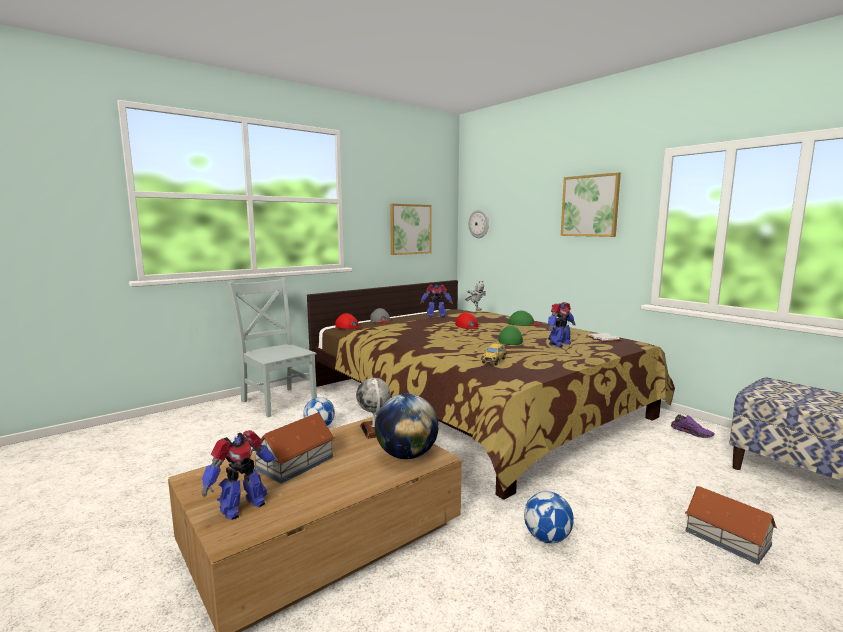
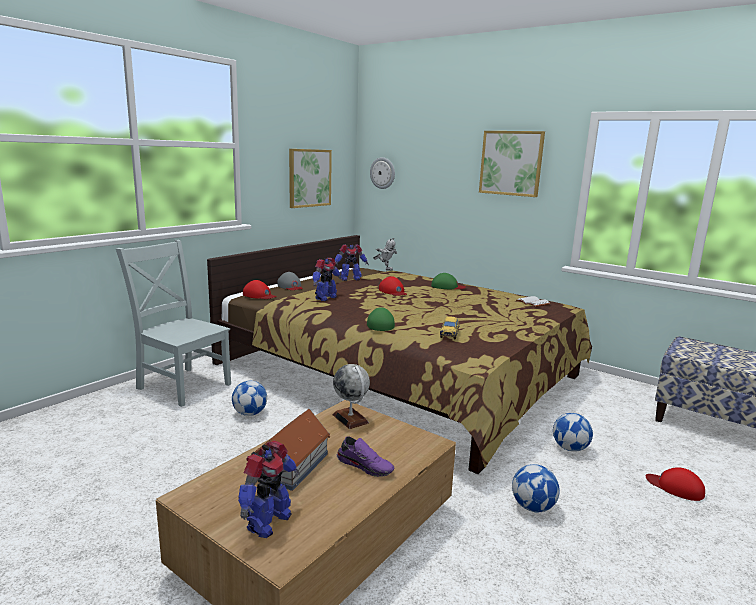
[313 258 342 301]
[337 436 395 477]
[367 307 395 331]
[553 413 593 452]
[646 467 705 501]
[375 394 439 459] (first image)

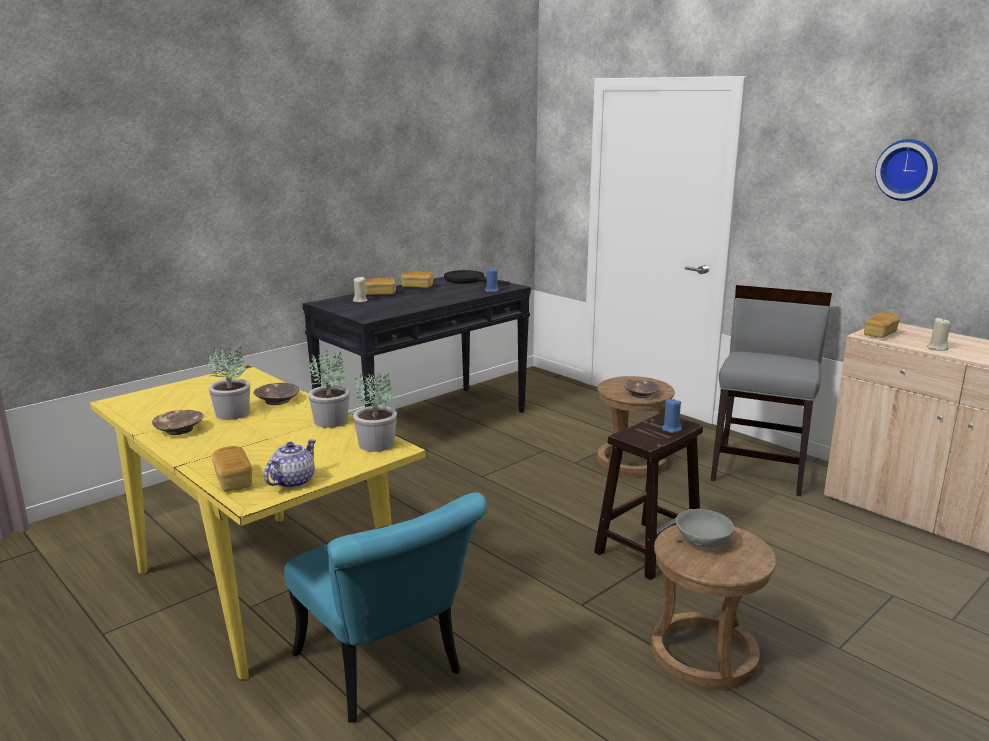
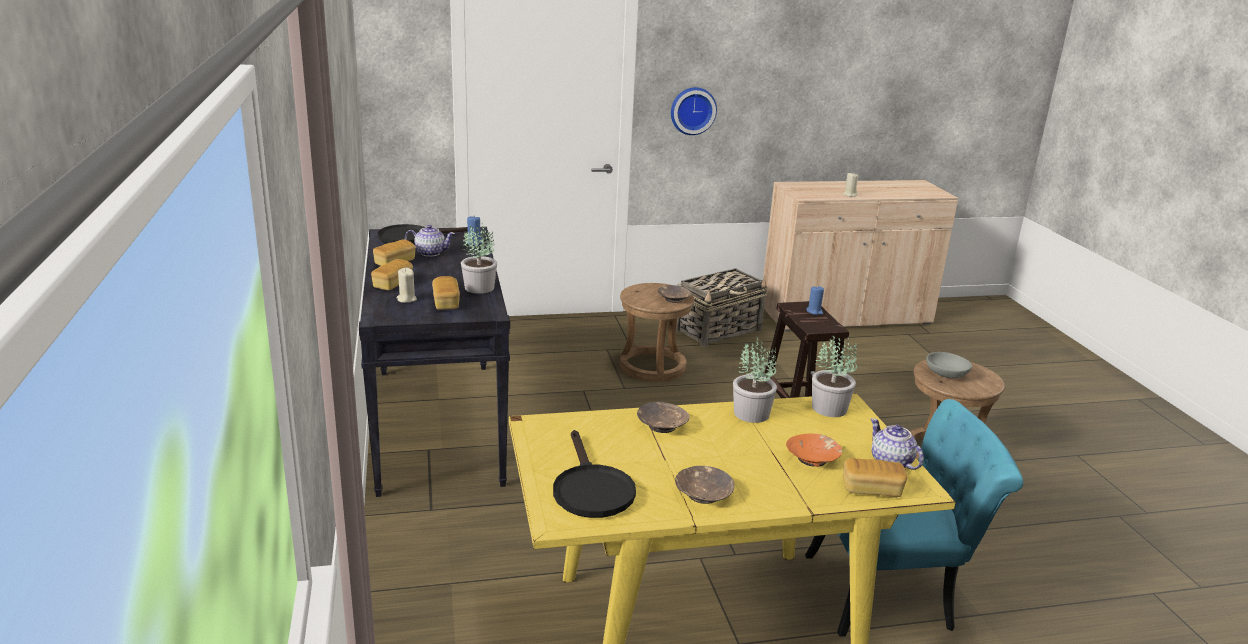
[405 225 455 257]
[432 276 460 310]
[461 223 497 294]
[553 430 636 518]
[671 87 717 135]
[676 268 768 347]
[786 434 842 467]

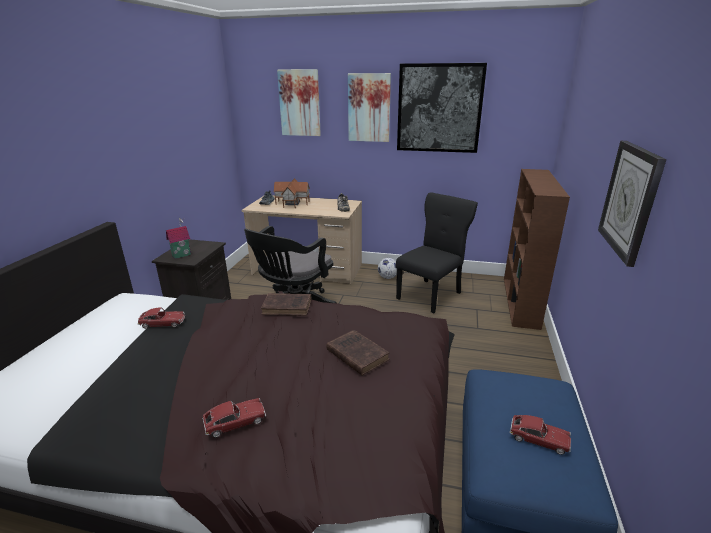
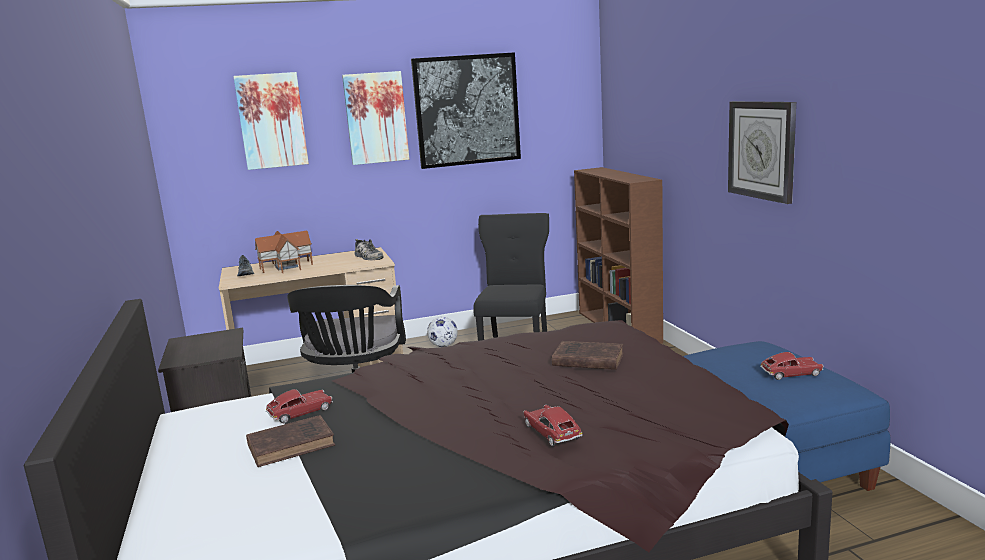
[246 415 335 467]
[523 405 582 447]
[166 218 191 259] (first image)

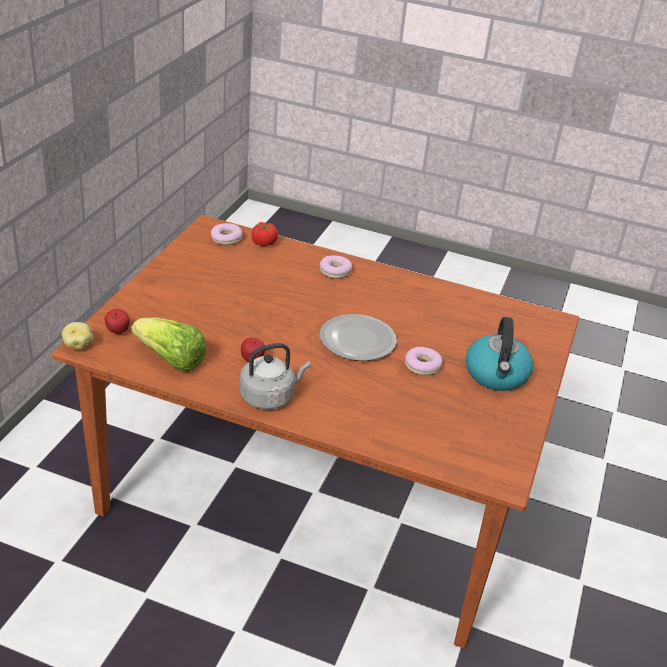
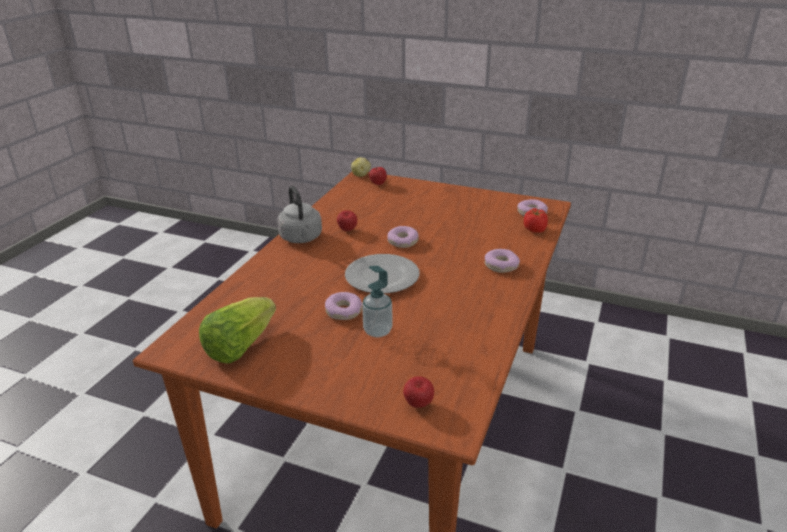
[199 297 276 363]
[362 266 393 337]
[387 226 419 248]
[403 376 434 408]
[466 317 534 391] (first image)

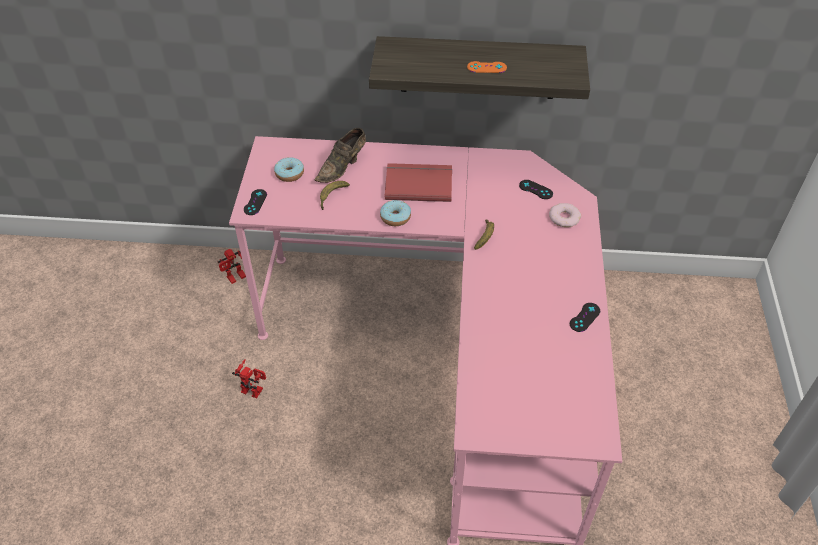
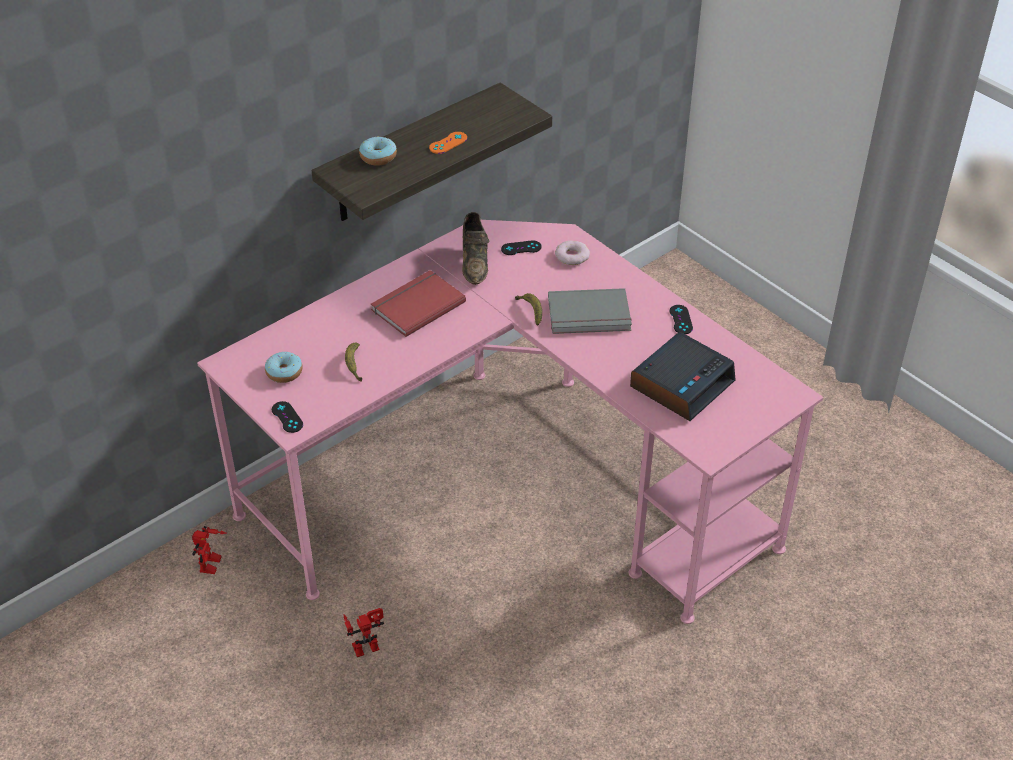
[359 136 397 165]
[462 212 490 285]
[548 288 632 334]
[630 332 736 421]

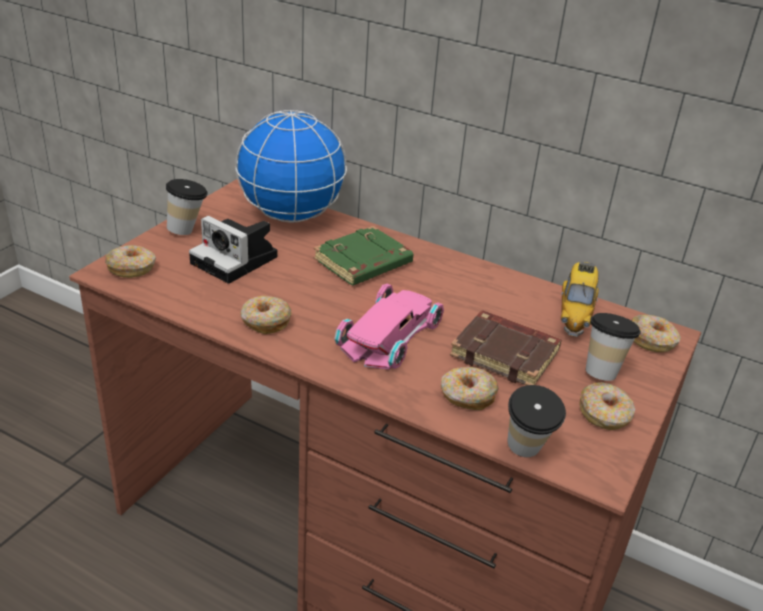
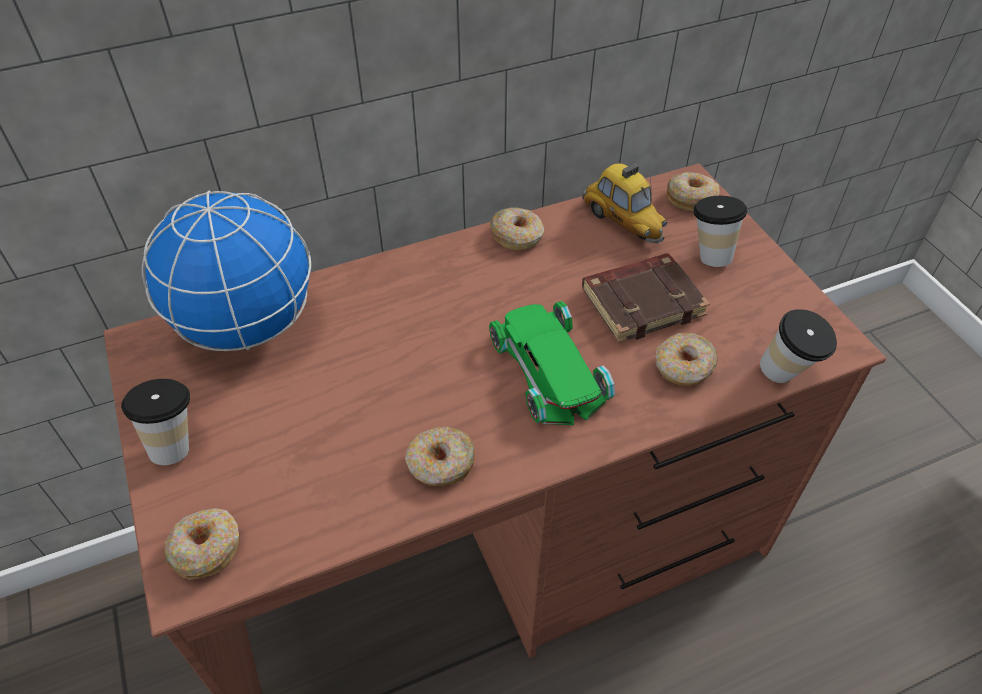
[489 301 615 425]
[490 207 544 250]
[189 216 277 284] (first image)
[313 226 414 285] (first image)

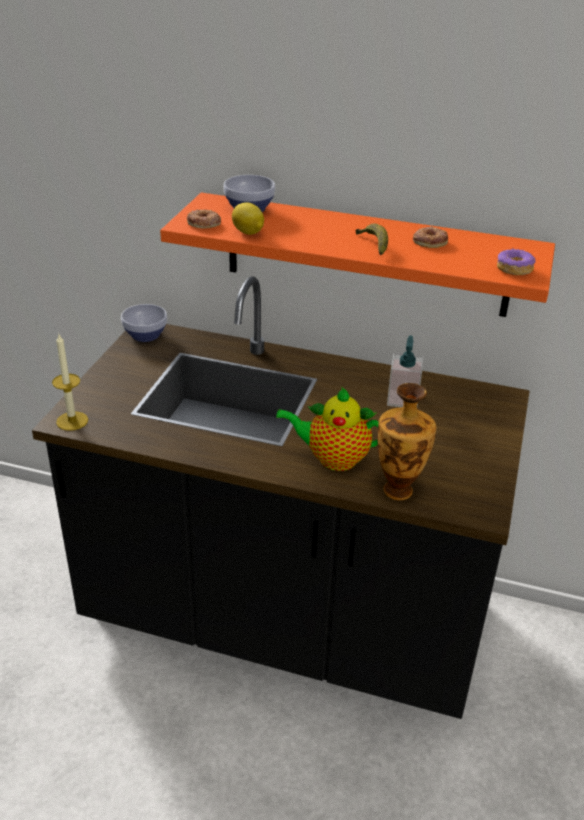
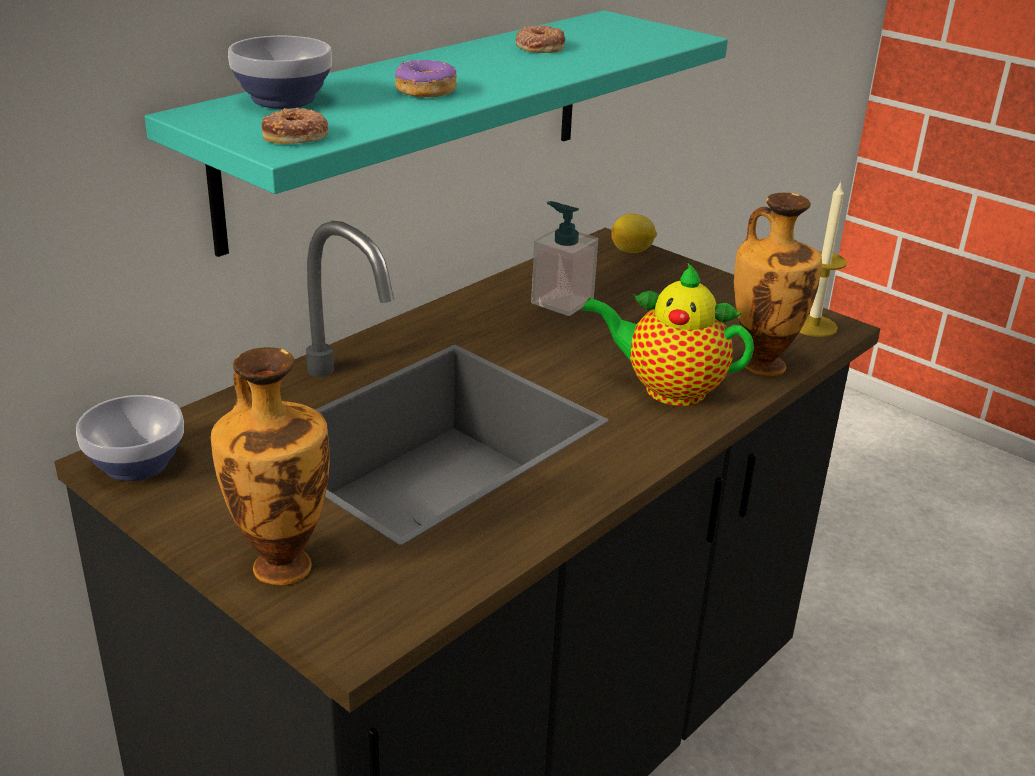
[145 10 728 257]
[211 347 329 586]
[395 60 457 98]
[582 263 754 406]
[611 214 657 253]
[799 181 847 337]
[356 223 388 255] (first image)

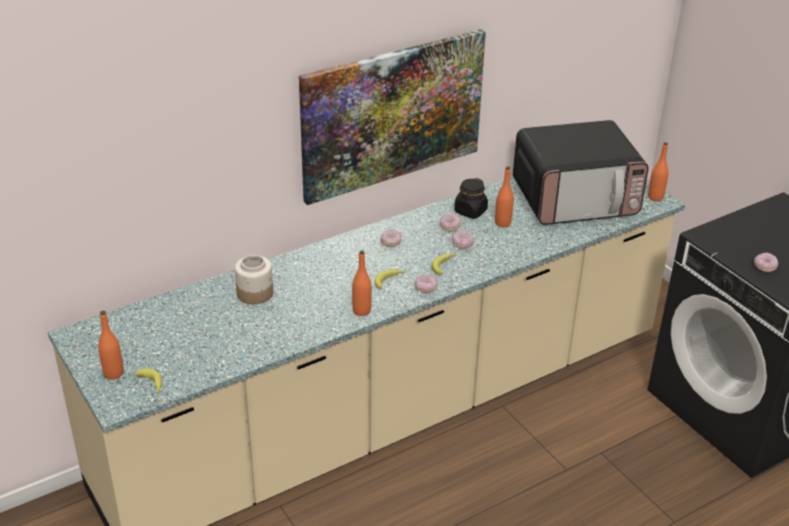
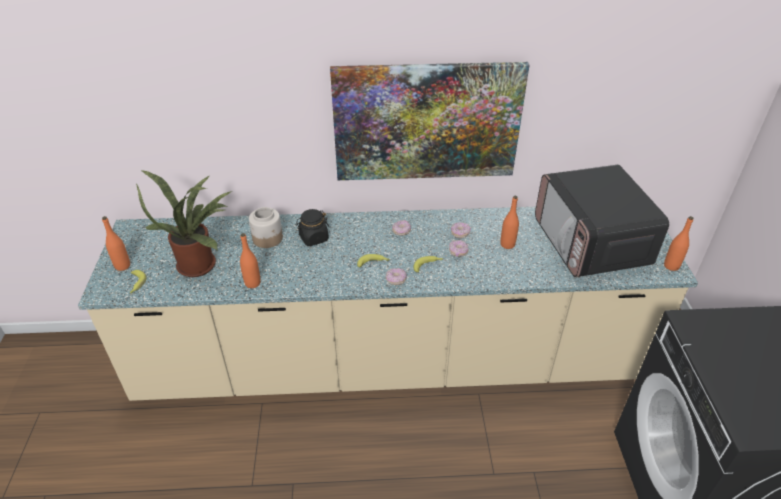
[136 170 233 277]
[240 233 261 288]
[295 209 329 246]
[535 165 669 277]
[754 253 778 272] (first image)

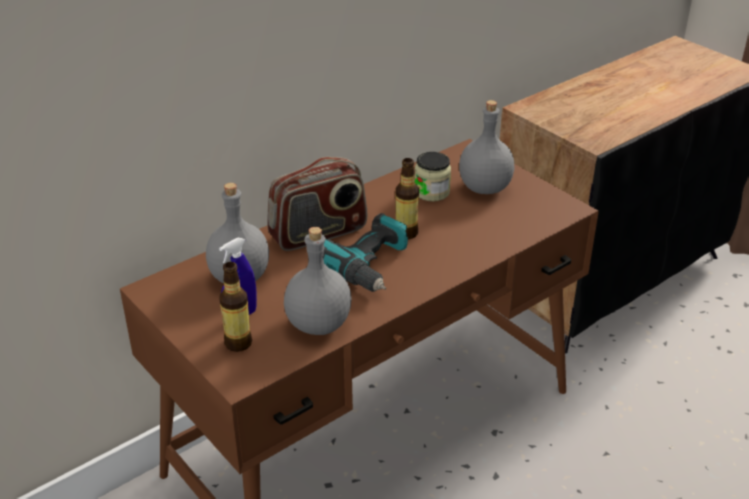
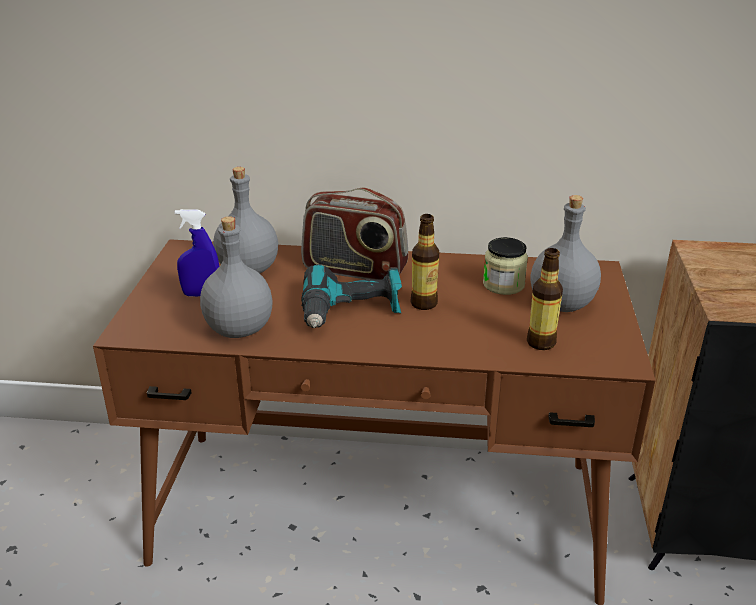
[527 248 563 350]

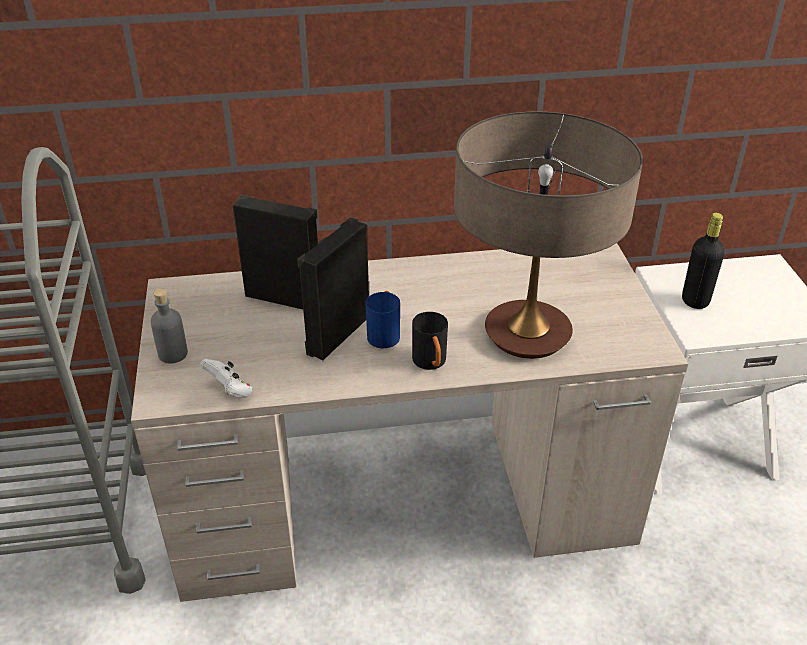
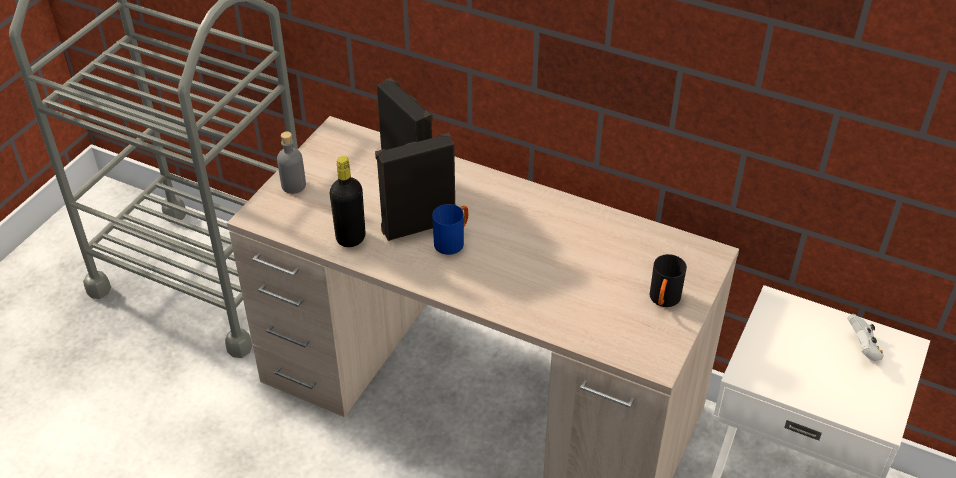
[330 156 365 247]
[650 254 687 307]
[847 314 884 361]
[454 111 643 359] (first image)

